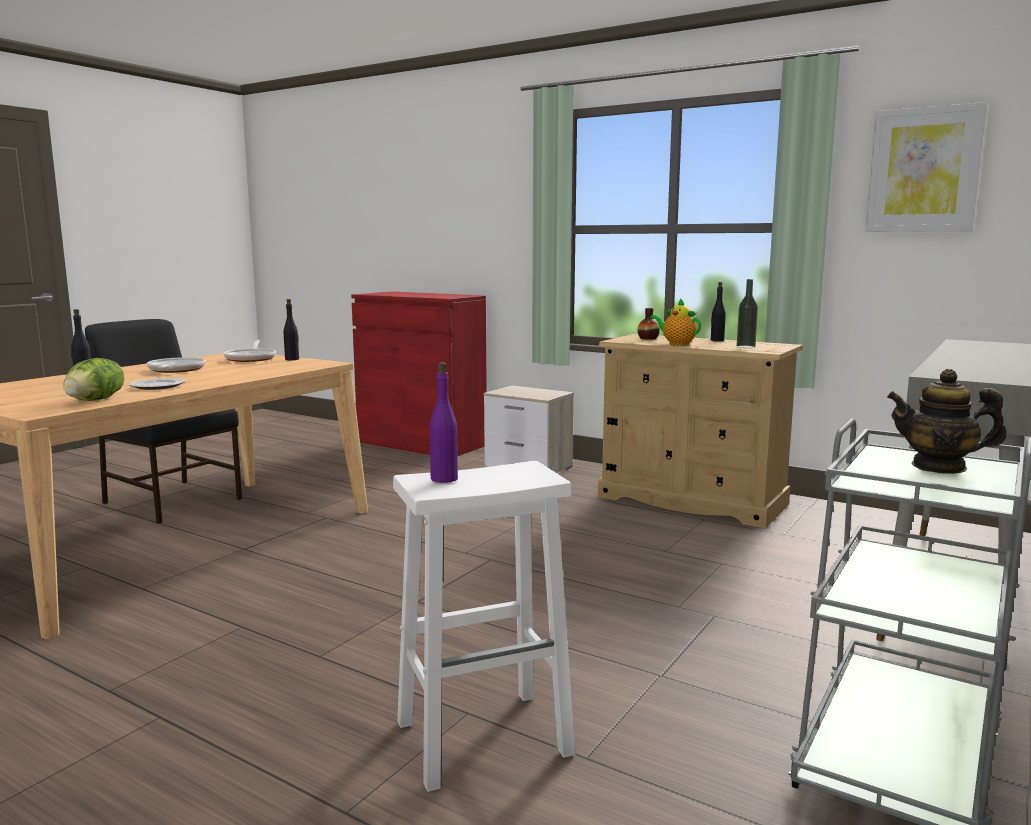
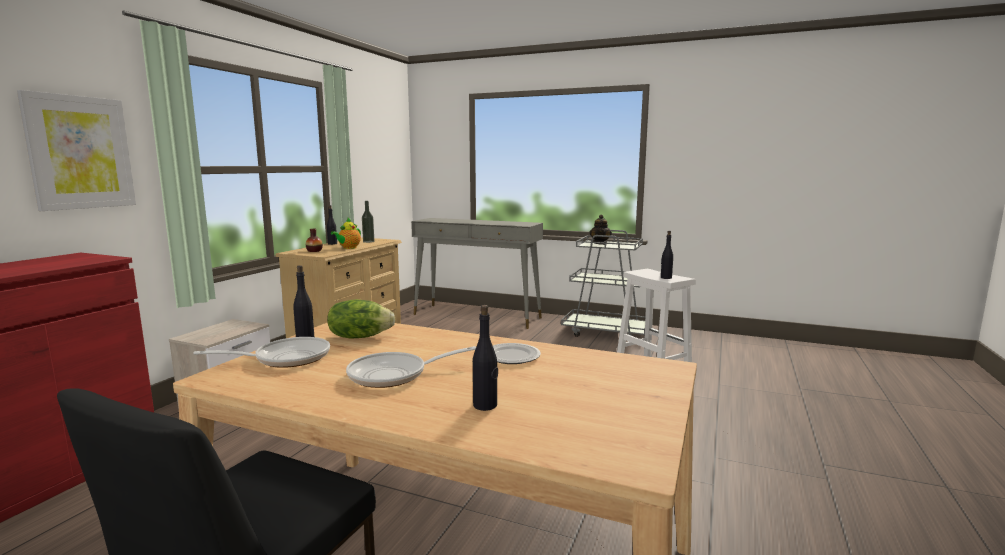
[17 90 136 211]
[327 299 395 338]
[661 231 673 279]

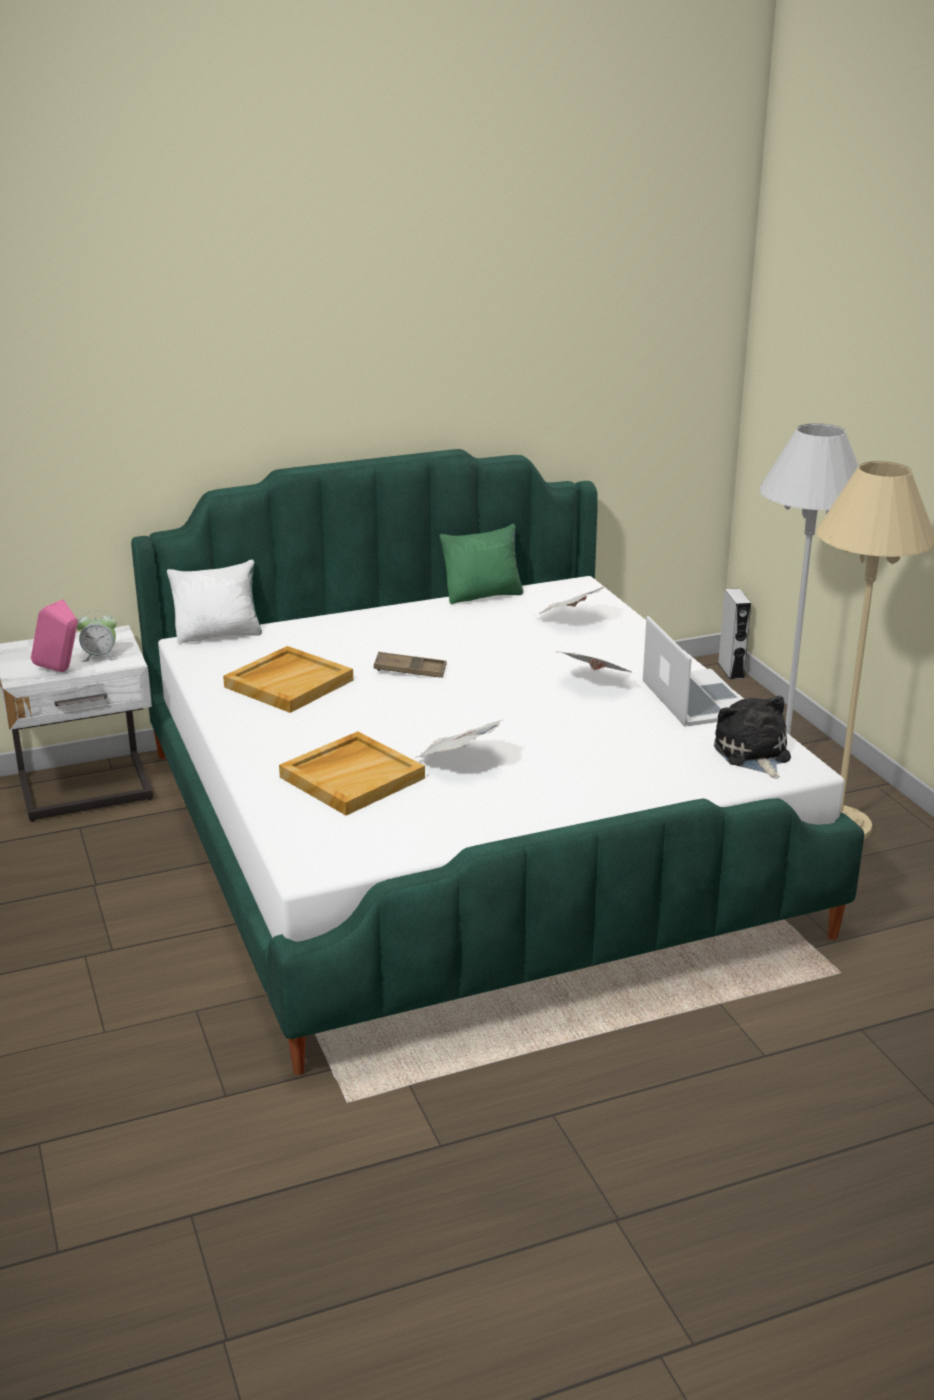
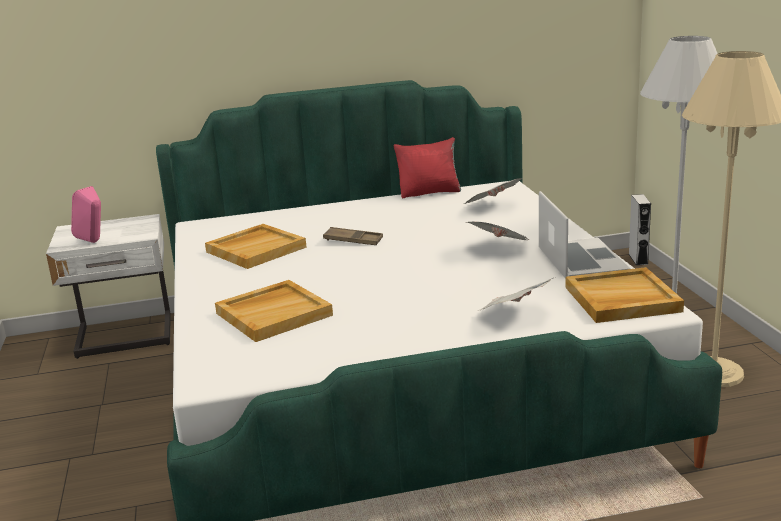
[393 137 461 198]
[478 278 553 311]
[566 267 684 323]
[77 610 117 662] (first image)
[167 560 262 644] (first image)

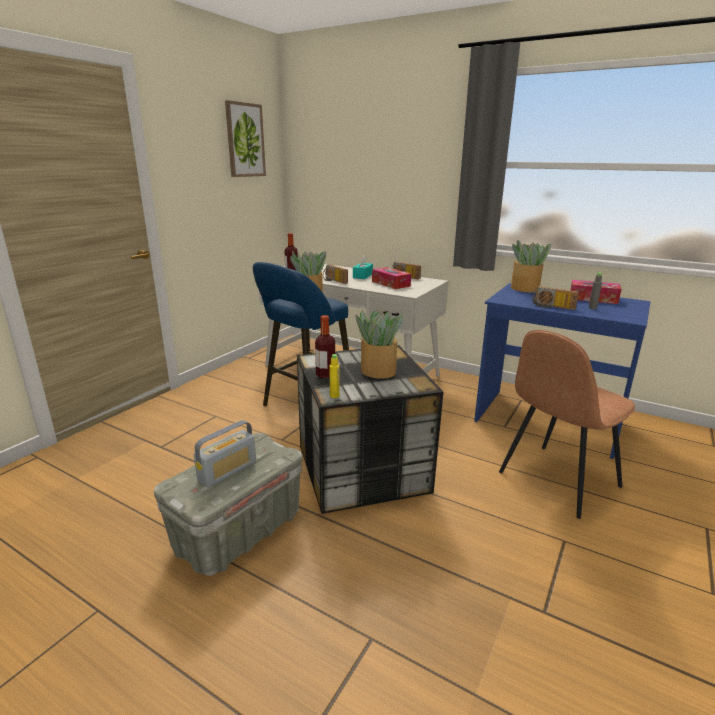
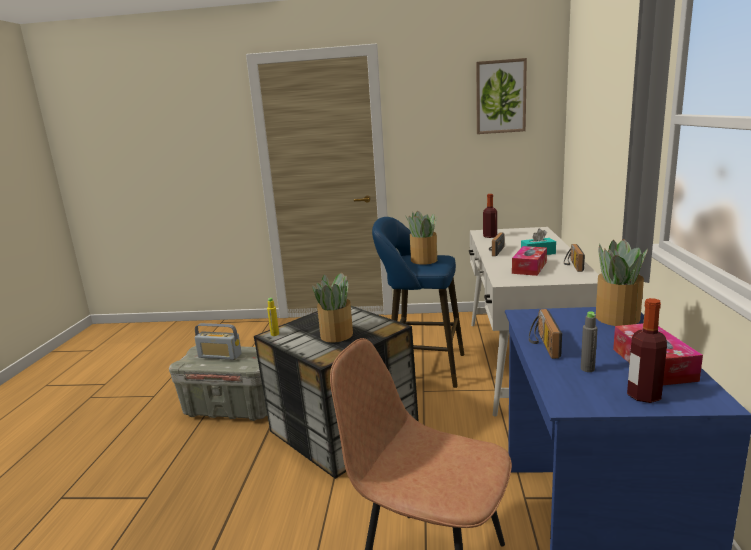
[627 298 667 403]

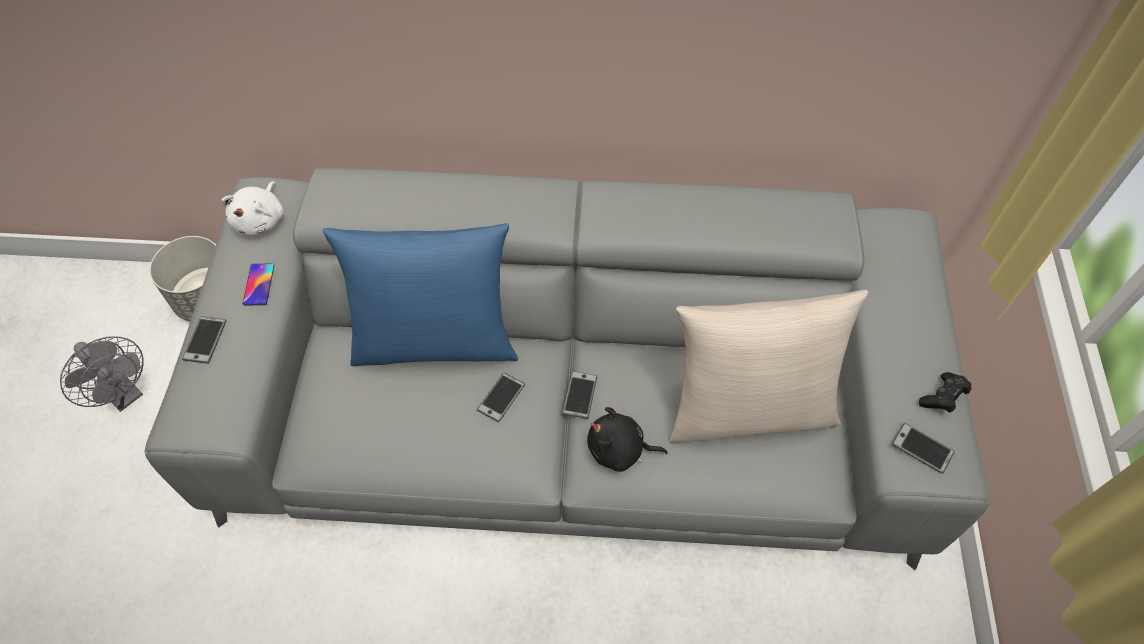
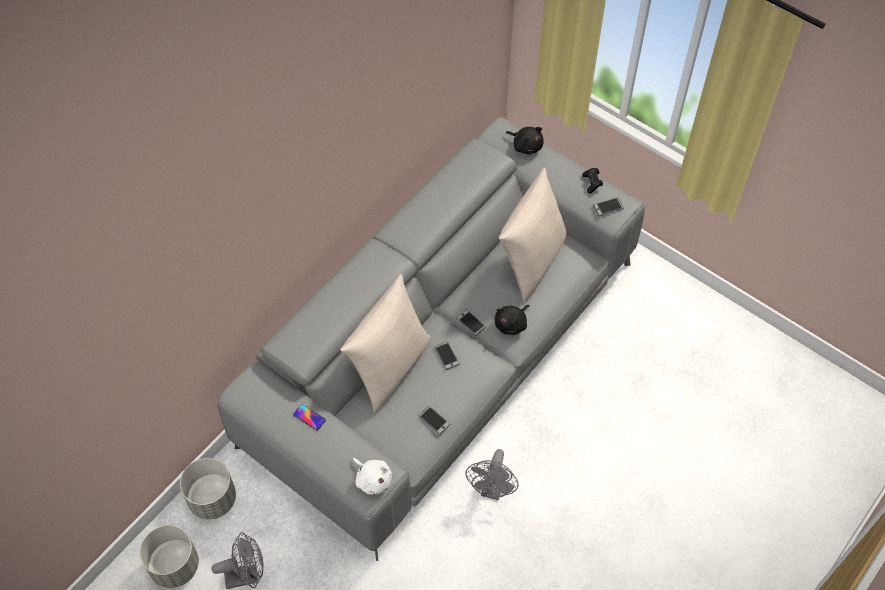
[139 525 199 588]
[340 274 431 412]
[353 458 392 495]
[419 406 451 435]
[465 449 518 500]
[506 127 544 154]

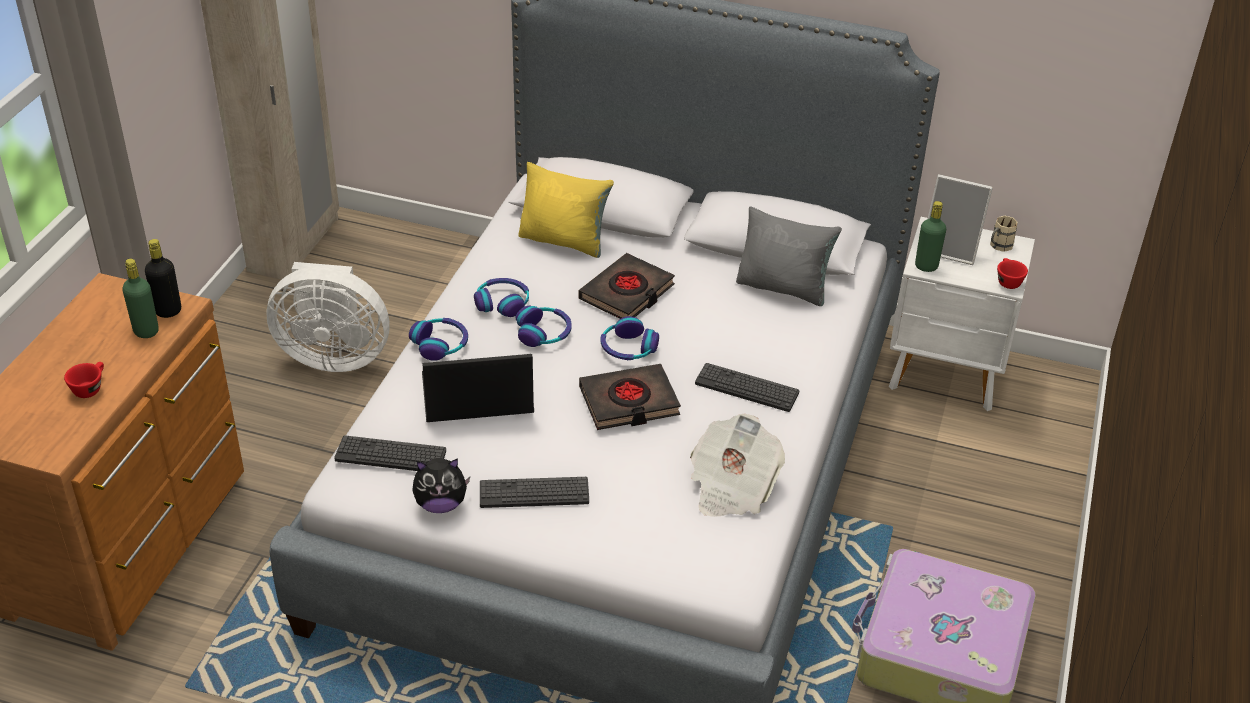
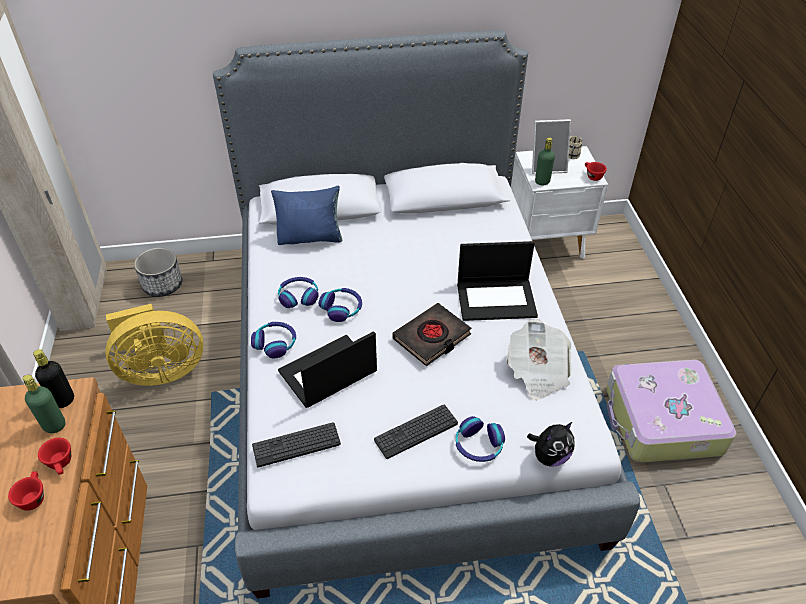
[38 438 71 475]
[106 304 203 386]
[134 248 182 297]
[271 186 342 245]
[456 416 505 462]
[457 241 538 321]
[527 422 574 467]
[578 253 675 319] (first image)
[736 207 842 306] (first image)

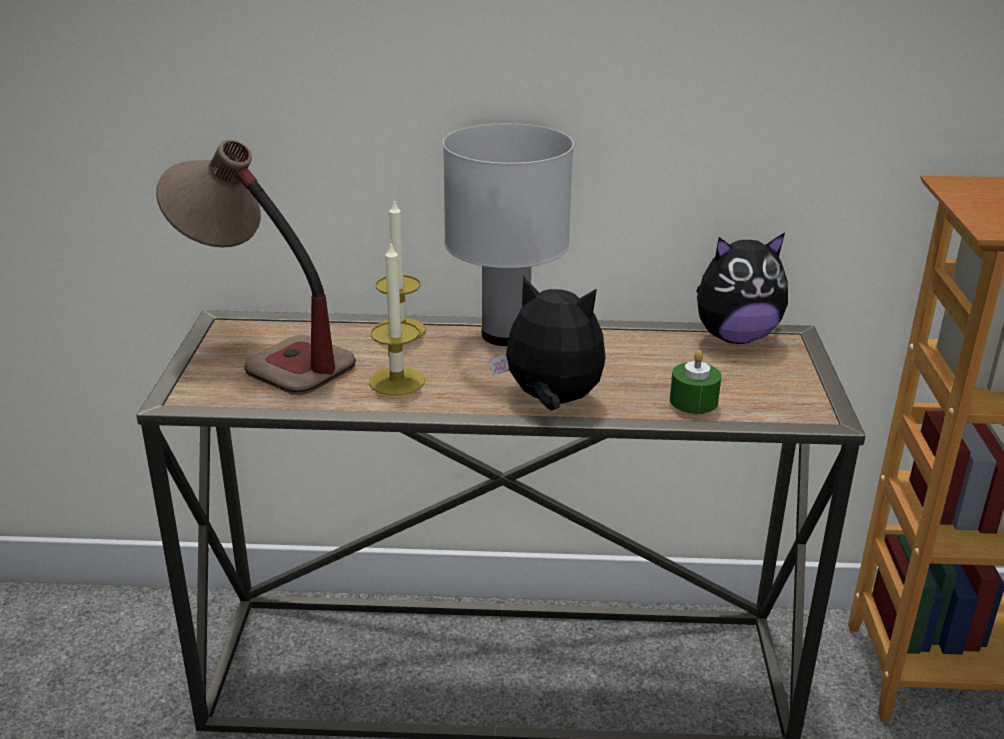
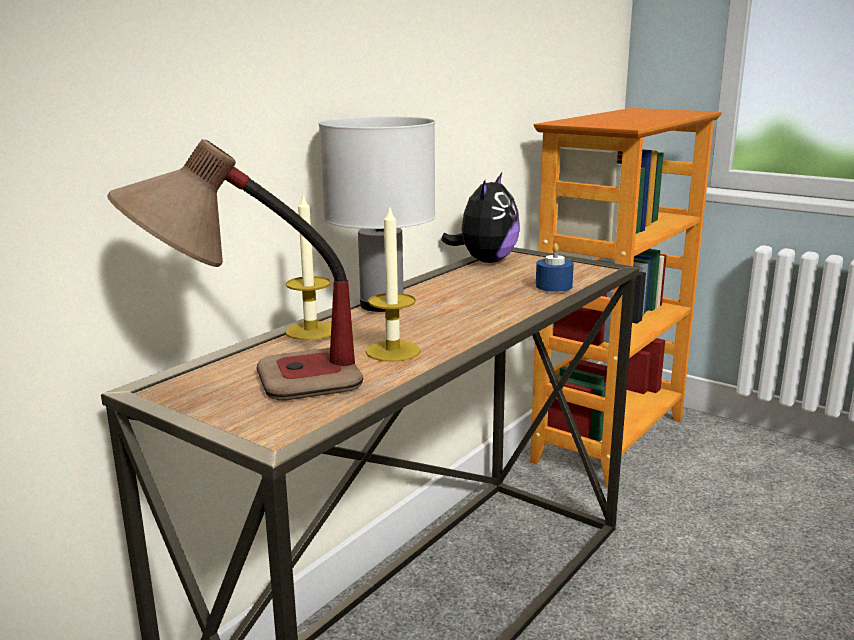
[536 243 574 292]
[490 276 606 411] (first image)

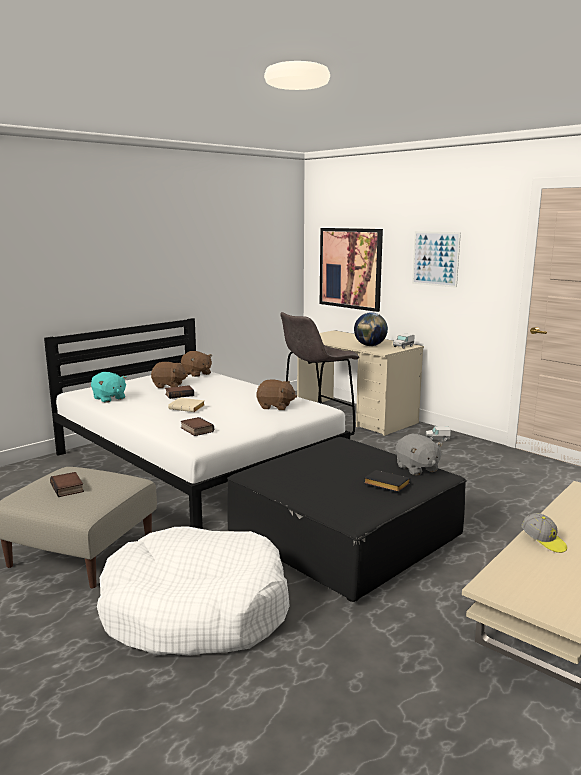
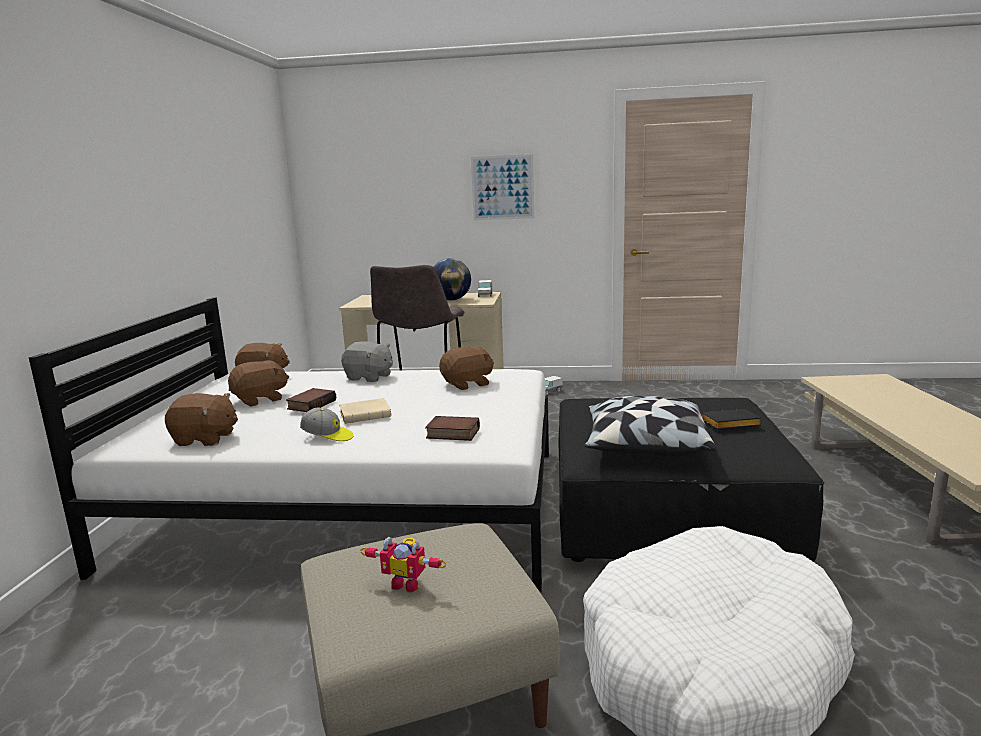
[165 393 238 446]
[300 407 353 441]
[341 341 393 382]
[360 537 447 593]
[585 396 716 457]
[320 228 383 312] (first image)

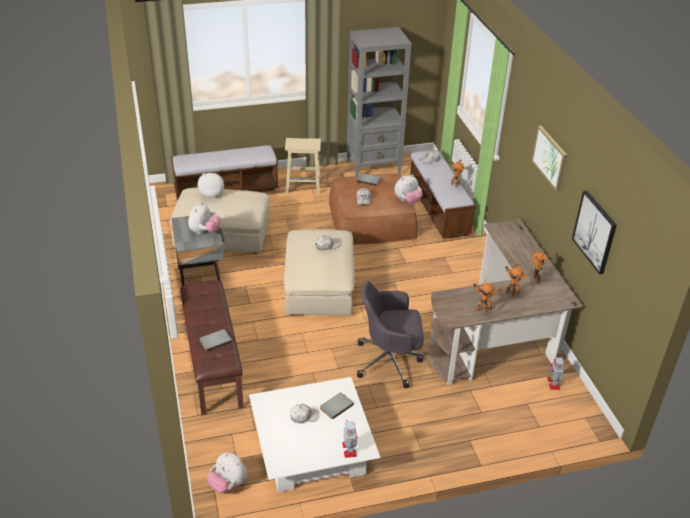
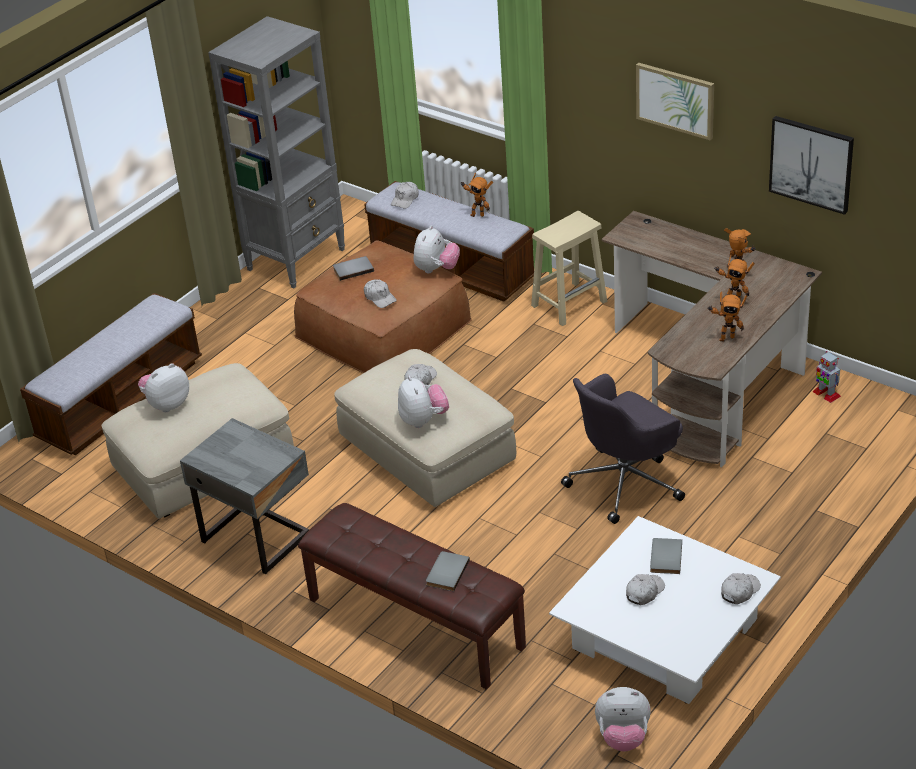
[398 376 449 428]
[531 211 607 326]
[721 573 761 604]

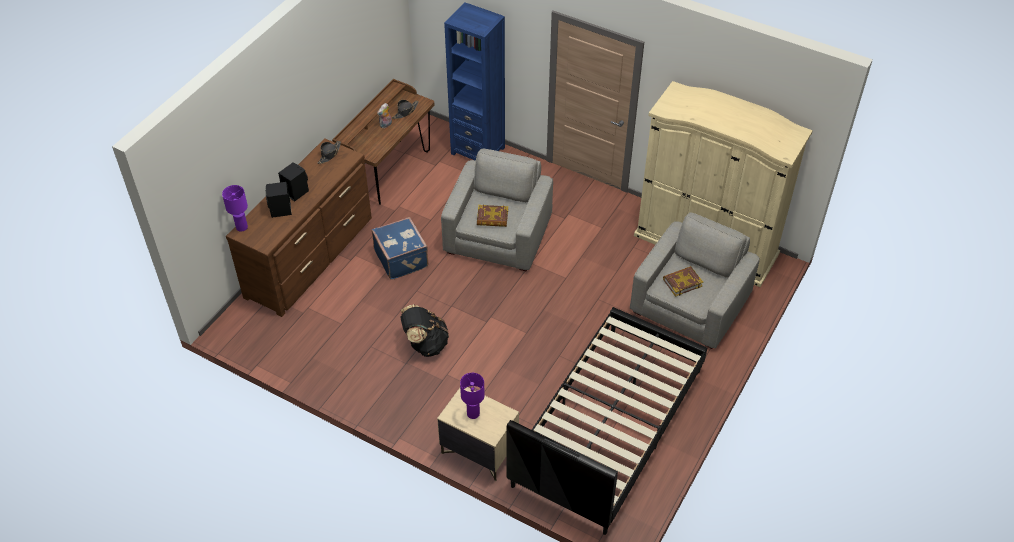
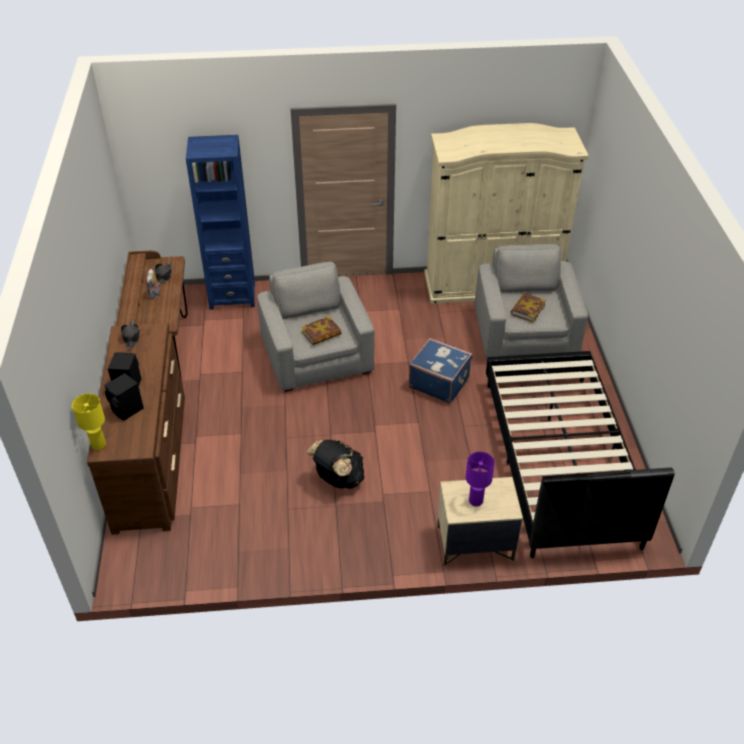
[72 393 106 450]
[408 338 473 404]

